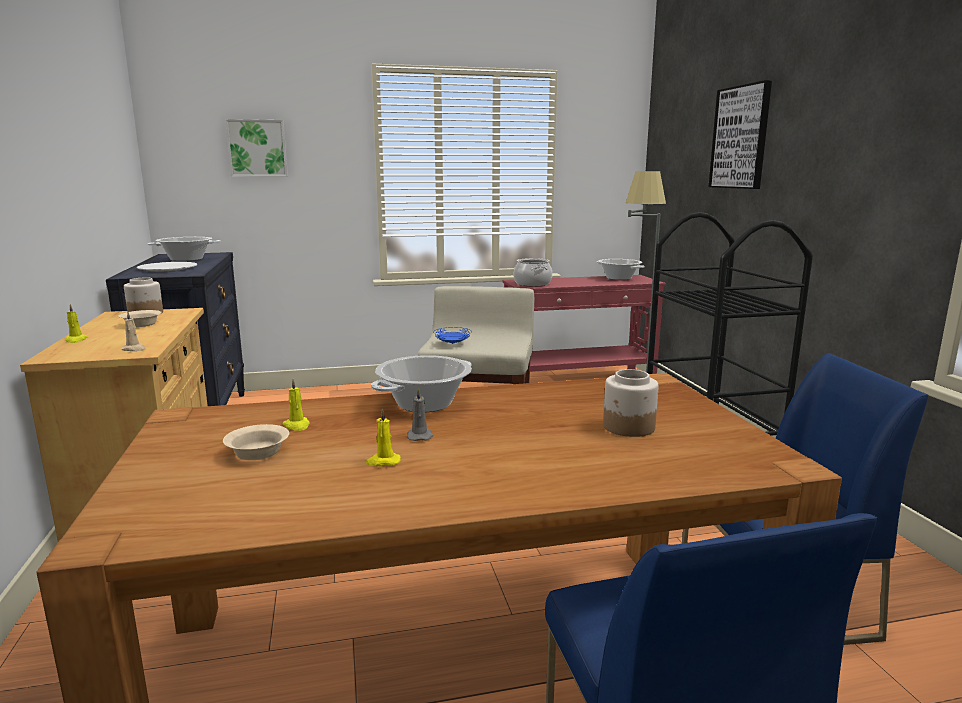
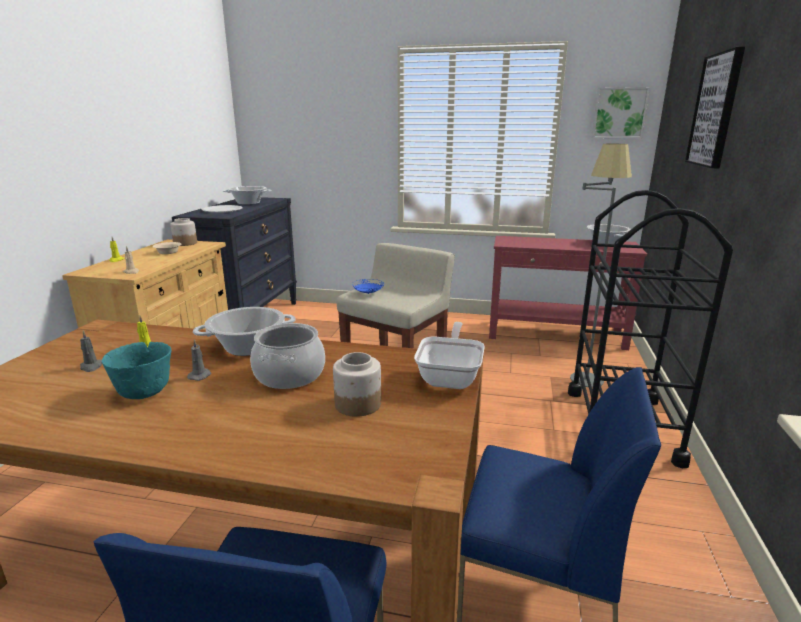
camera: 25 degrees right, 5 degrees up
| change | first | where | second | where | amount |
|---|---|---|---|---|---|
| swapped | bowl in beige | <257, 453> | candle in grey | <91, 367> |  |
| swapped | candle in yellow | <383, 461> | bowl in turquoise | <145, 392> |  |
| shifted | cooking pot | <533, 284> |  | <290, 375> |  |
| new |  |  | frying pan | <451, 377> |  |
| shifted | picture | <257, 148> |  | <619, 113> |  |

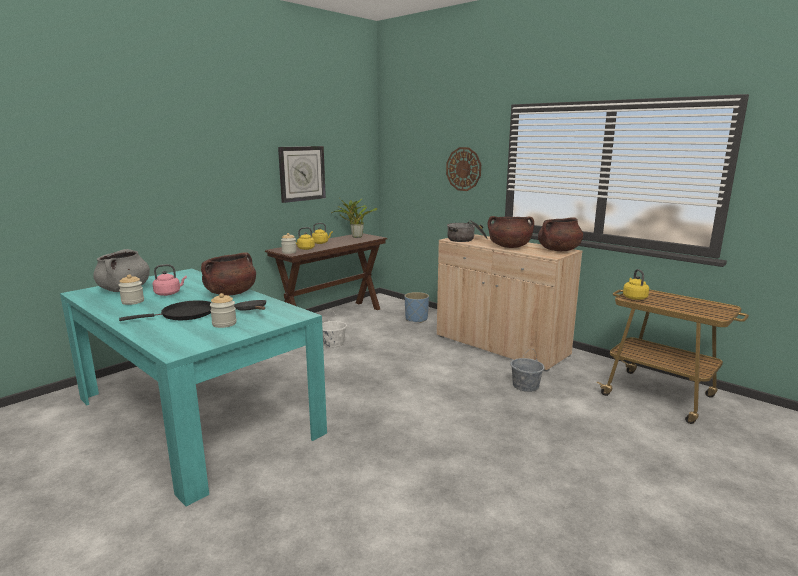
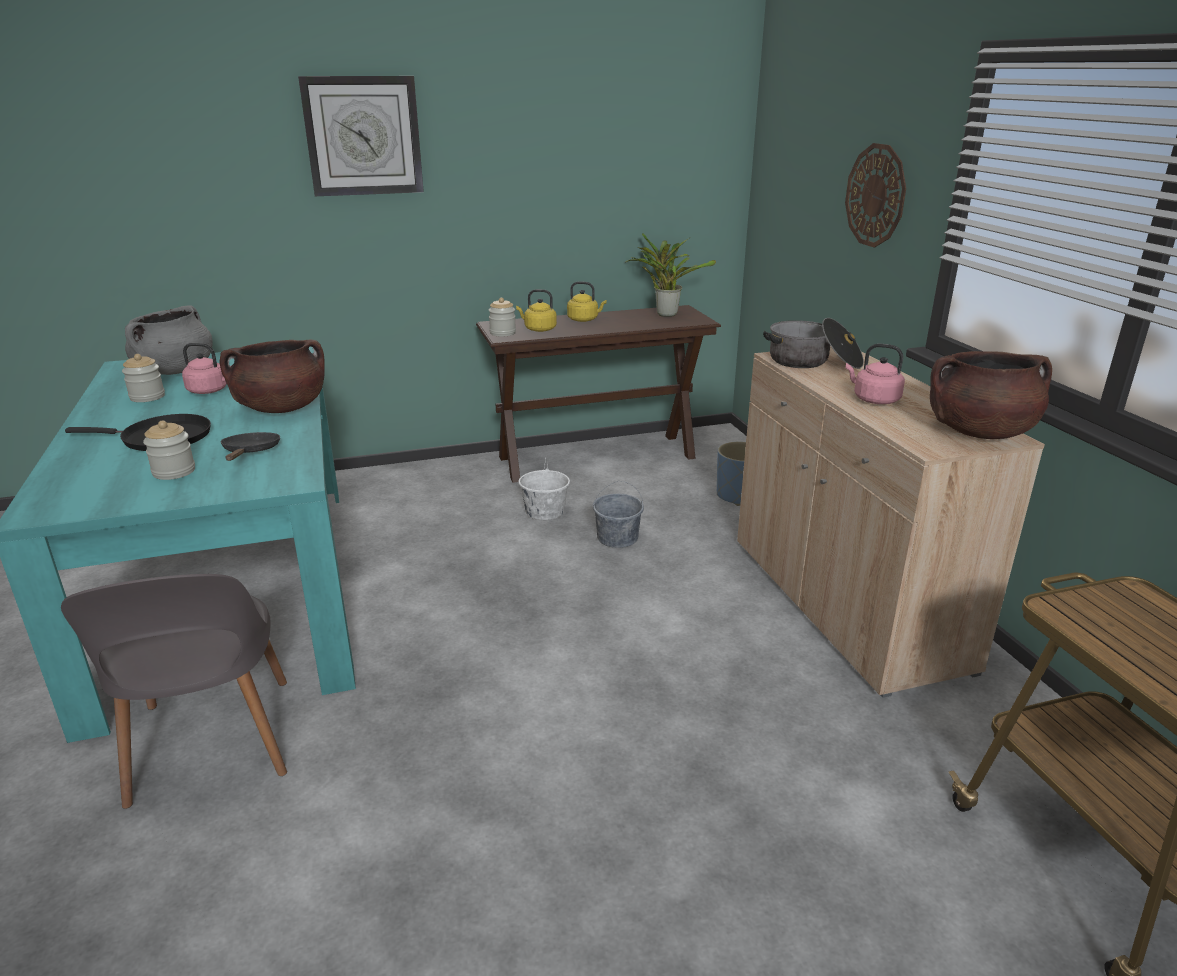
camera: 30 degrees right, 10 degrees up
| change | first | where | second | where | amount |
|---|---|---|---|---|---|
| new |  |  | chair in grey | <211, 746> |  |
| shifted | wall clock | <302, 173> |  | <363, 136> |  |
| shifted | bucket in grey | <525, 386> |  | <618, 538> |  |
| swapped | cooking pot in brown | <509, 247> | kettle in pink | <873, 399> |  |
| gone | kettle in yellow | <634, 297> |  |  |  |

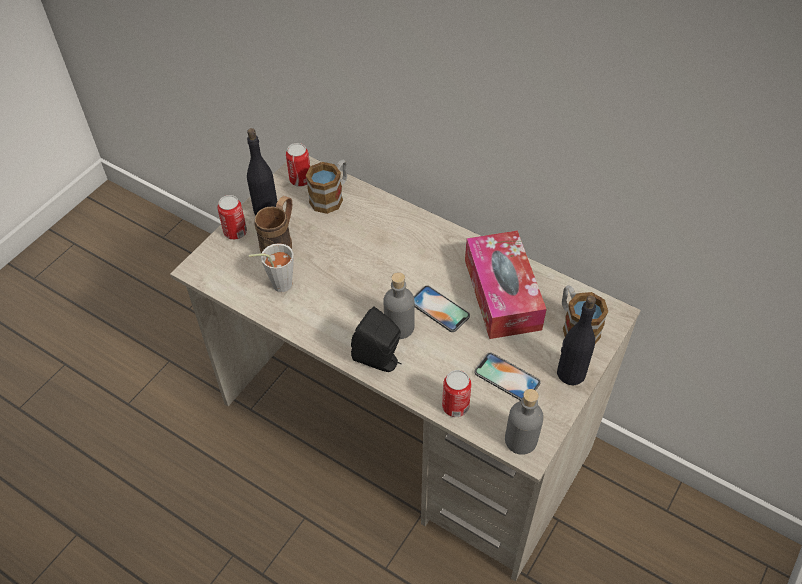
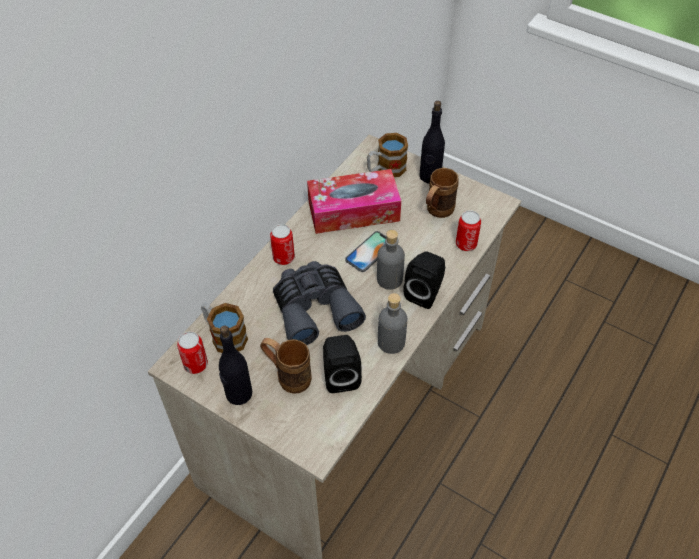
camera: 90 degrees left, 0 degrees up
| change | first | where | second | where | amount |
|---|---|---|---|---|---|
| shifted | can | <235, 232> |  | <283, 257> |  |
| new |  |  | binoculars in grey | <314, 308> |  |
| swapped | cup in grey | <277, 285> | speaker in black | <340, 375> |  |
| shifted | bottle in grey | <521, 440> |  | <391, 342> |  |
| swapped | phone | <507, 377> | mug in brown | <436, 212> |  |

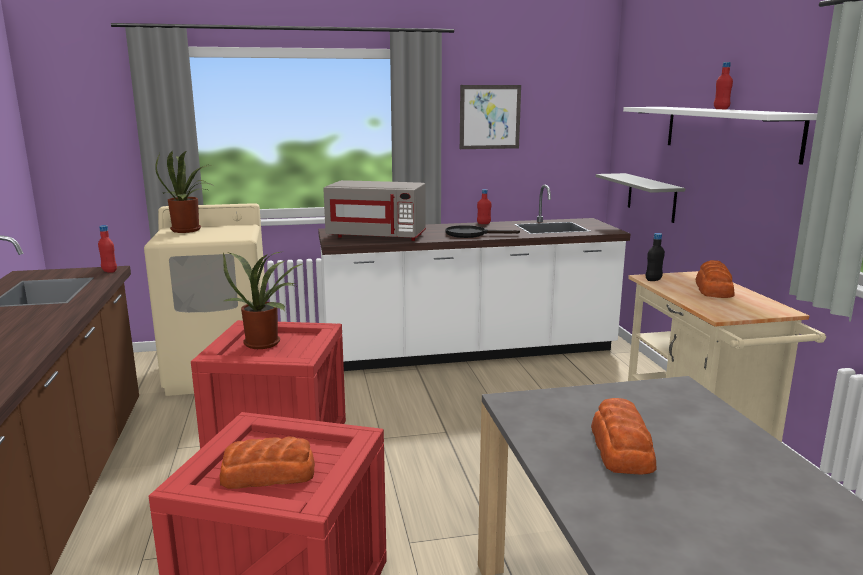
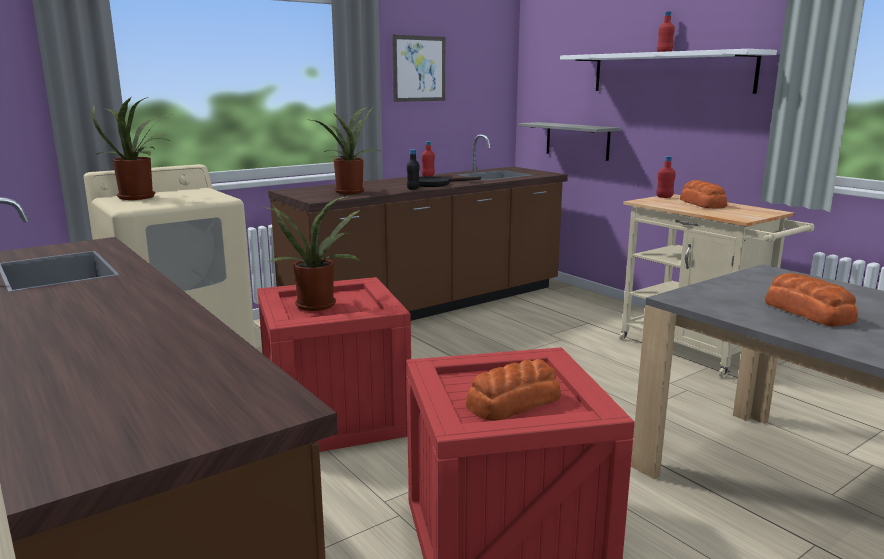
camera: 25 degrees left, 0 degrees up
| change | first | where | second | where | amount |
|---|---|---|---|---|---|
| repainted | counter in white | <469, 352> | counter in brown | <430, 306> |  |
| swapped | microwave in grey | <377, 236> | potted plant | <348, 191> |  |
| shifted | bottle in black | <653, 280> |  | <413, 189> |  |
| shifted | bottle in red | <109, 271> |  | <664, 197> |  |

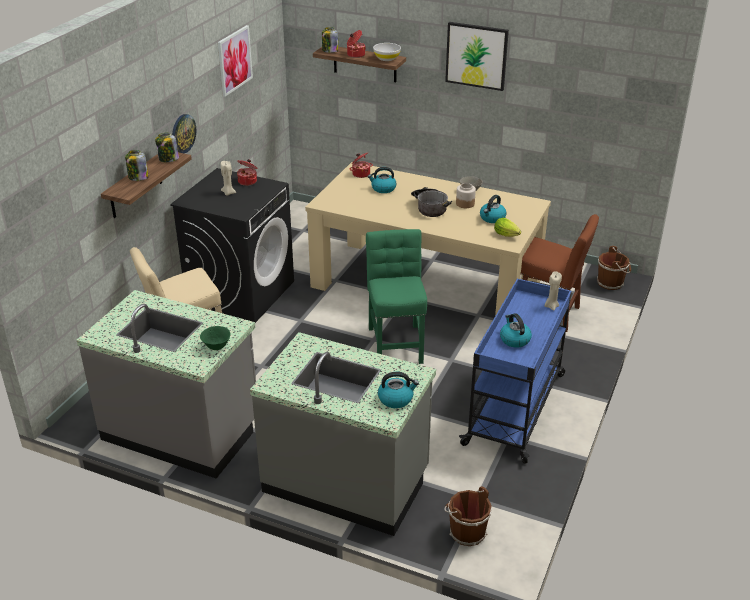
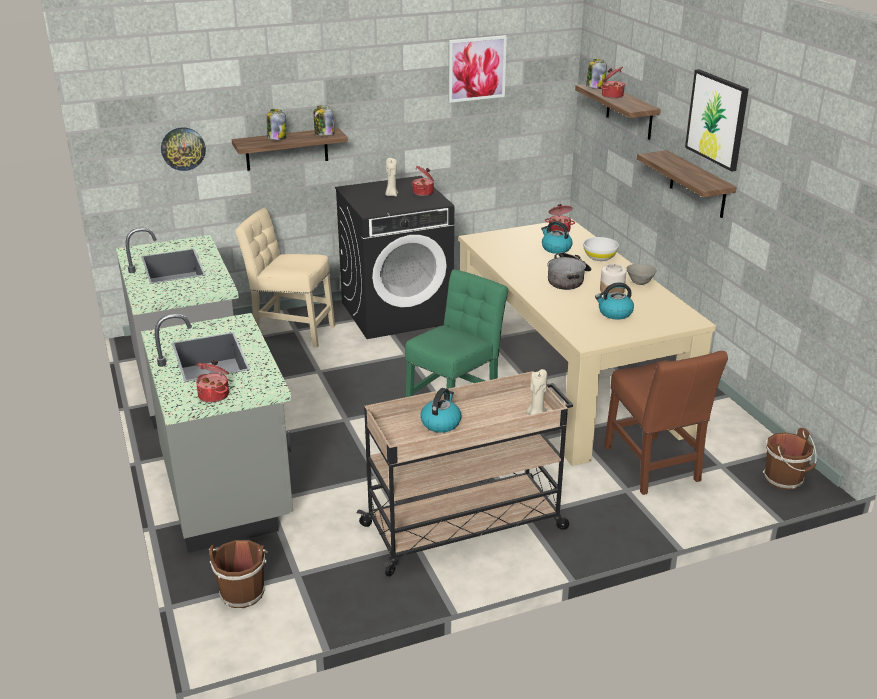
camera: 45 degrees right, 5 degrees down
| change | first | where | second | where | amount |
|---|---|---|---|---|---|
| shifted | wall clock | <183, 133> |  | <183, 148> |  |
| swapped | kettle | <396, 399> | cooking pot | <214, 395> |  |
| repainted | cart in blue | <515, 407> | cart in beige | <466, 526> |  |
| shifted | bowl in white | <386, 58> |  | <599, 257> |  |
| new |  |  | shelf | <698, 185> |  |
| gone | bowl in green | <216, 347> |  |  |  |
| gone | lettuce | <507, 235> |  |  |  |

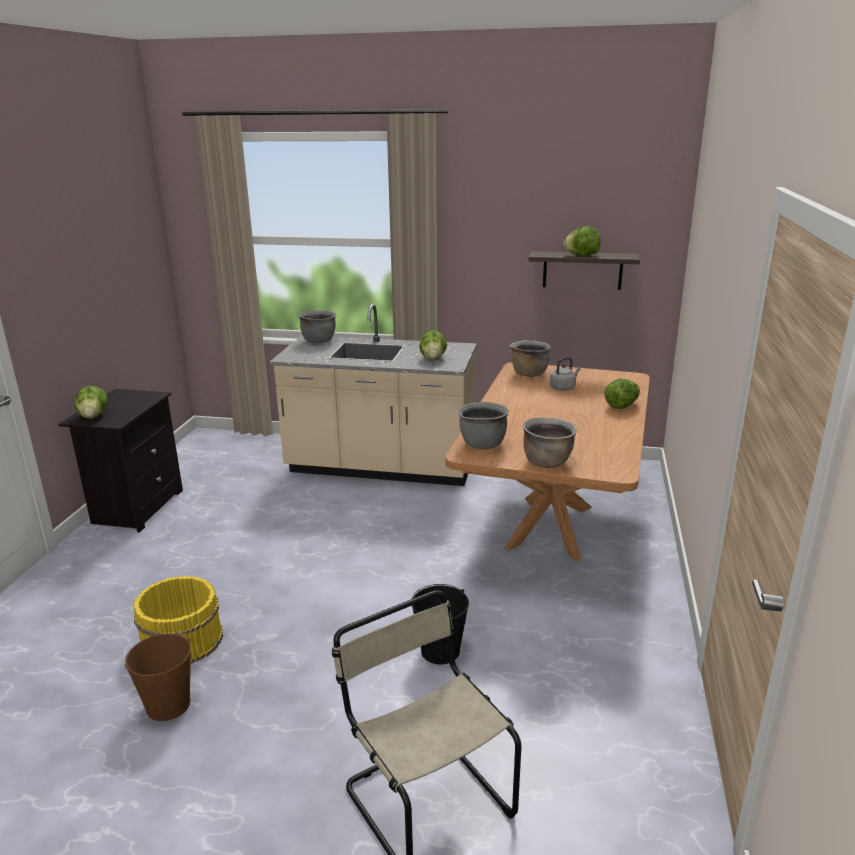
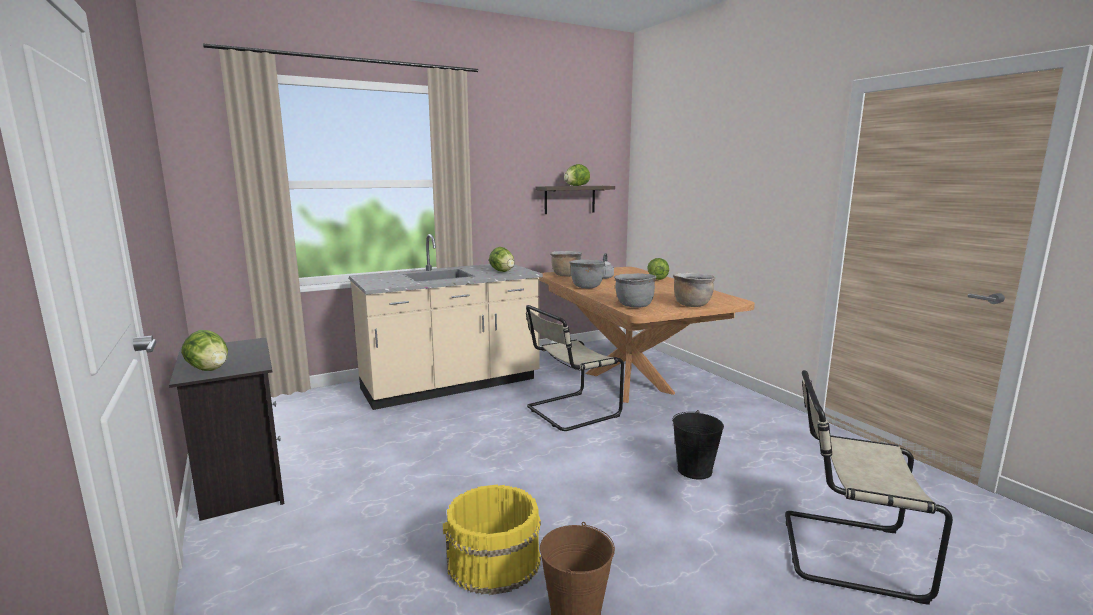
camera: 40 degrees left, 10 degrees down
| change | first | where | second | where | amount |
|---|---|---|---|---|---|
| new |  |  | chair in beige | <569, 412> |  |
| shifted | cooking pot in grey | <319, 340> |  | <586, 287> |  |

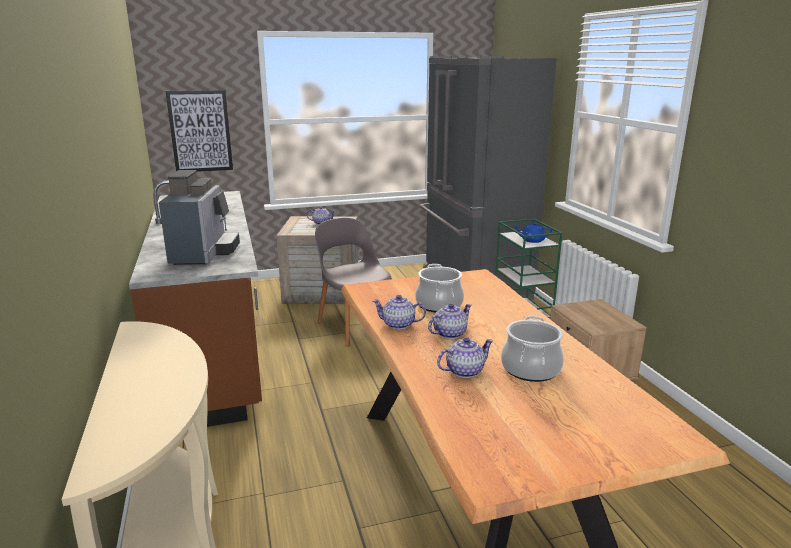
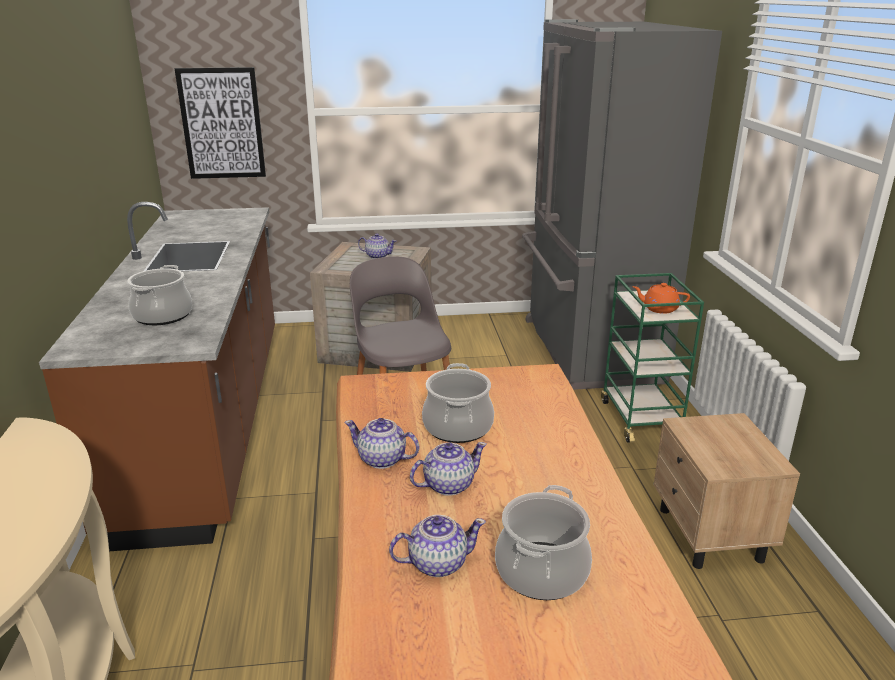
camera: 10 degrees right, 5 degrees up
| change | first | where | second | where | amount |
|---|---|---|---|---|---|
| swapped | coffee machine | <204, 253> | cooking pot | <162, 315> |  |
| repainted | teapot in blue | <532, 240> | teapot in orange | <659, 309> |  |

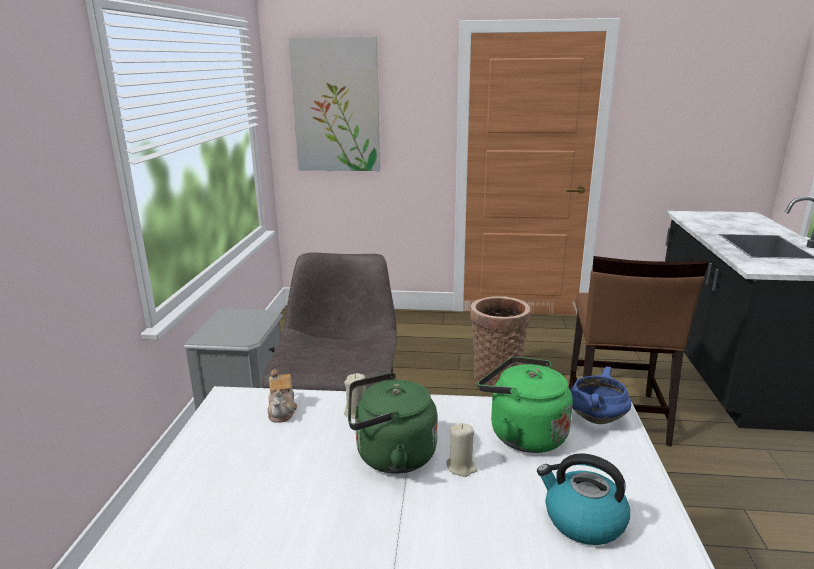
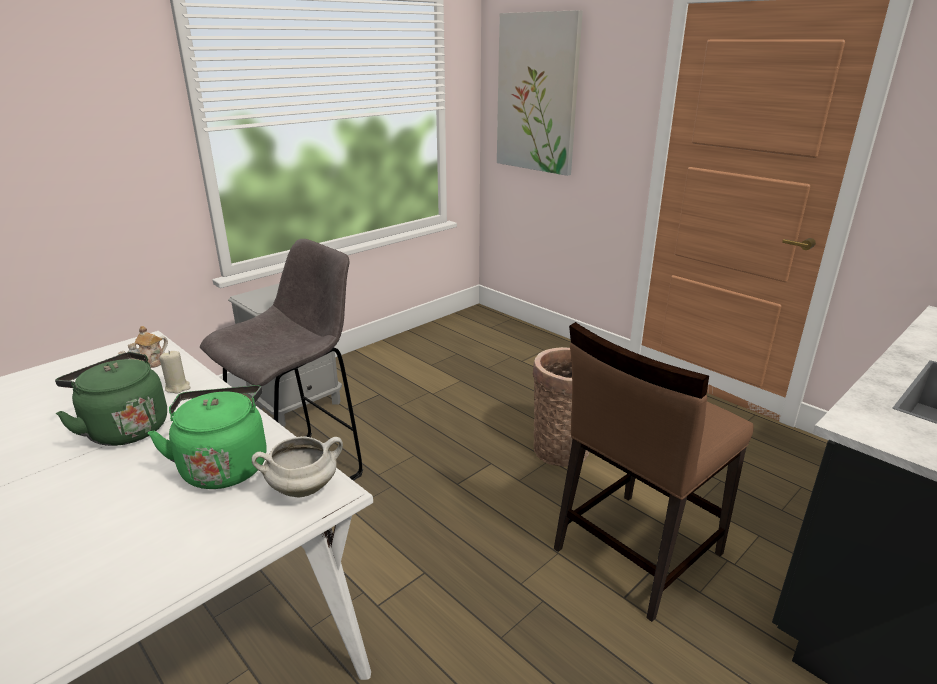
camera: 40 degrees right, 5 degrees up
| change | first | where | second | where | amount |
|---|---|---|---|---|---|
| repainted | cooking pot in blue | <596, 418> | cooking pot in white | <304, 488> |  |
| gone | candle in beige | <461, 467> |  |  |  |
| gone | kettle | <583, 520> |  |  |  |

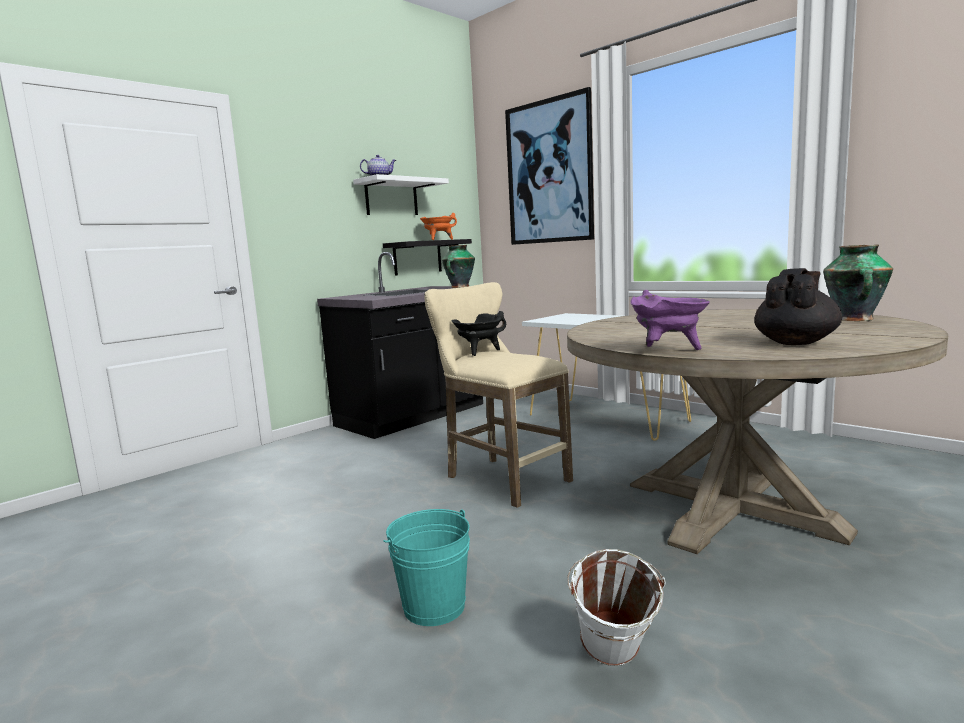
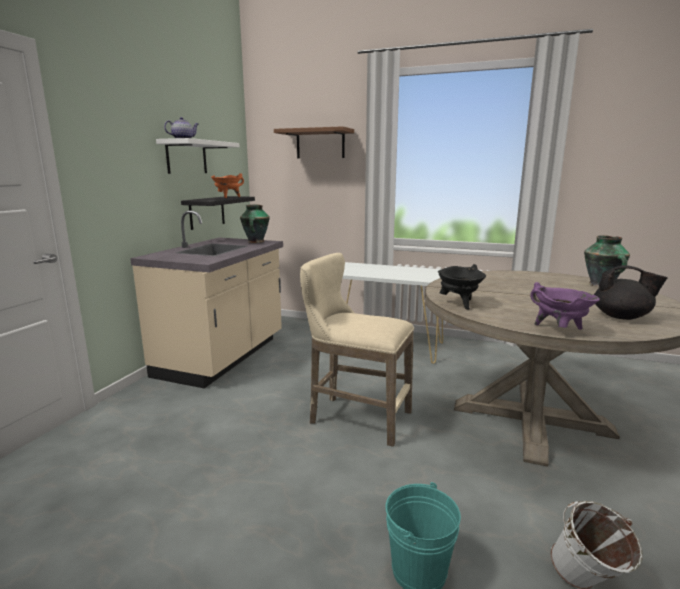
camera: 25 degrees left, 5 degrees up
| change | first | where | second | where | amount |
|---|---|---|---|---|---|
| repainted | counter in black | <416, 416> | counter in beige | <223, 357> |  |
| swapped | picture | <549, 172> | shelf in brown | <320, 144> |  |
| shifted | cooking pot in black | <479, 352> |  | <459, 304> |  |
| rotated | teapot in black | <795, 343> |  | <622, 317> | 105 degrees clockwise |

